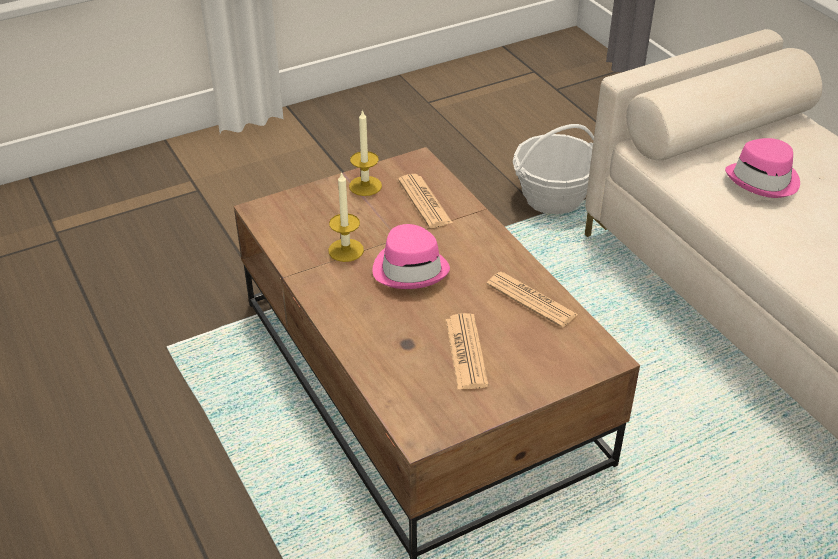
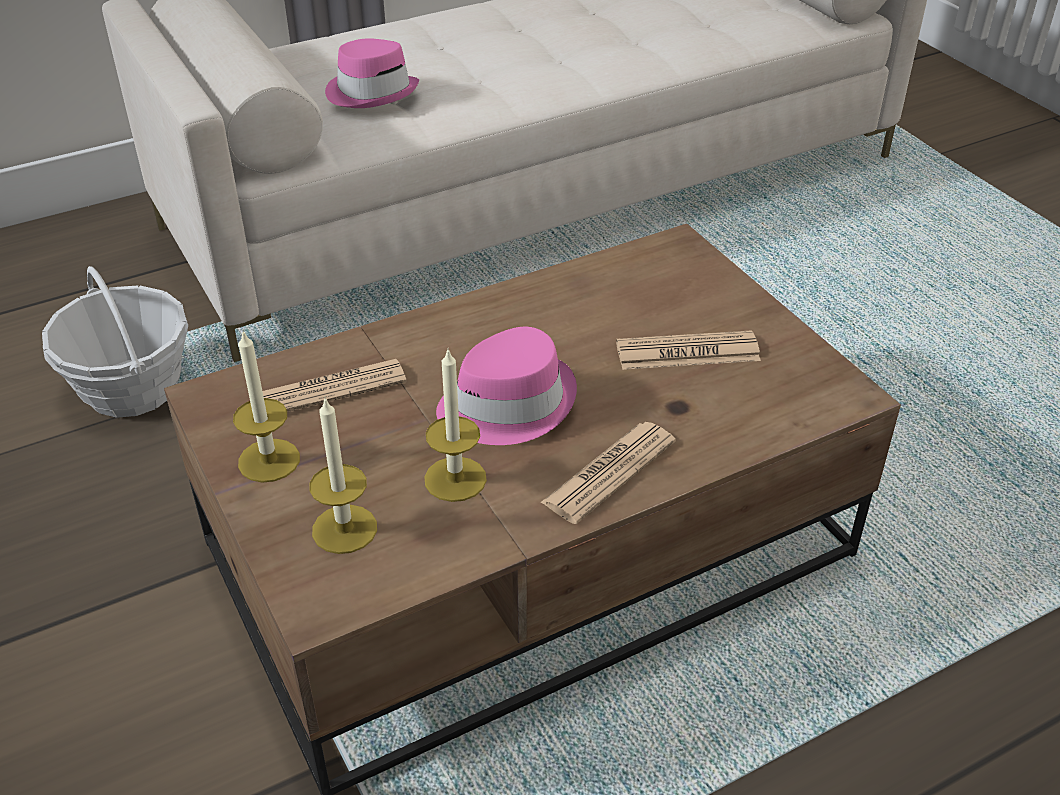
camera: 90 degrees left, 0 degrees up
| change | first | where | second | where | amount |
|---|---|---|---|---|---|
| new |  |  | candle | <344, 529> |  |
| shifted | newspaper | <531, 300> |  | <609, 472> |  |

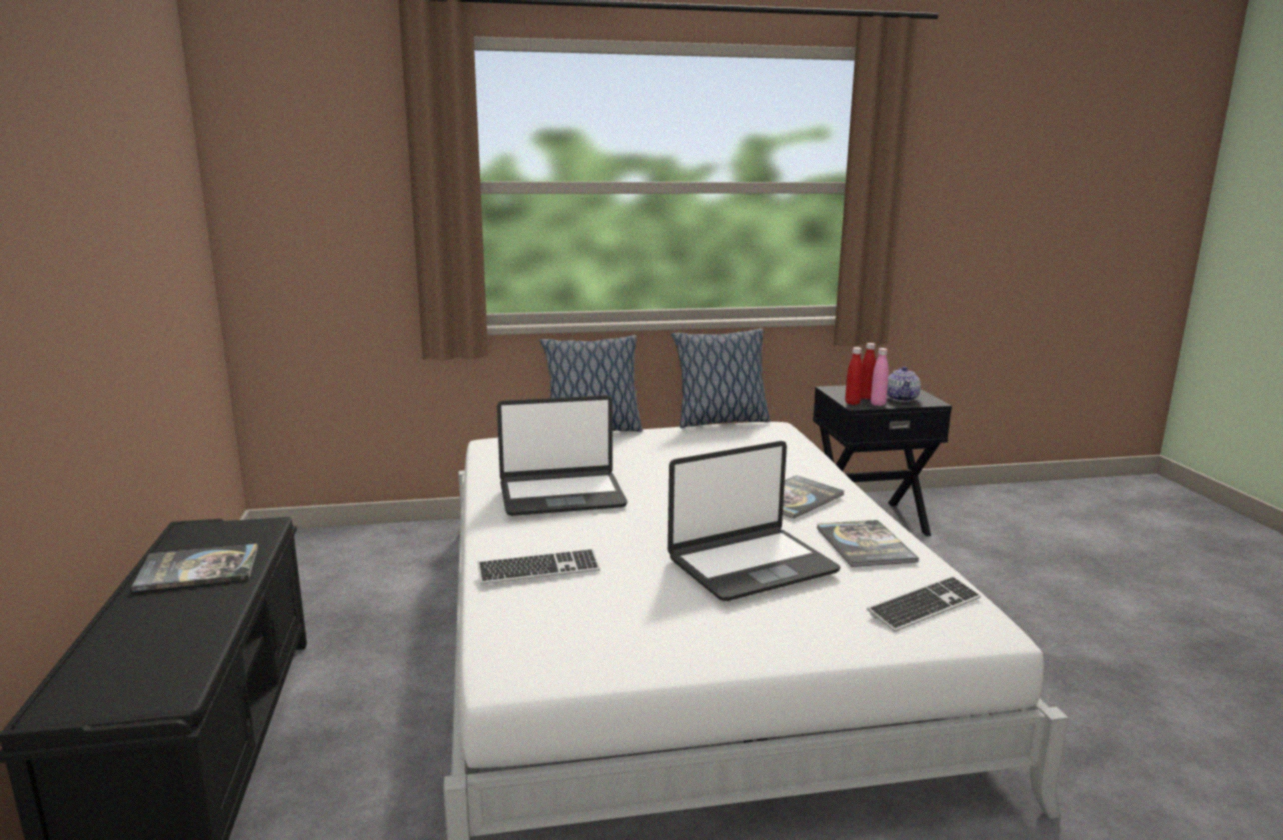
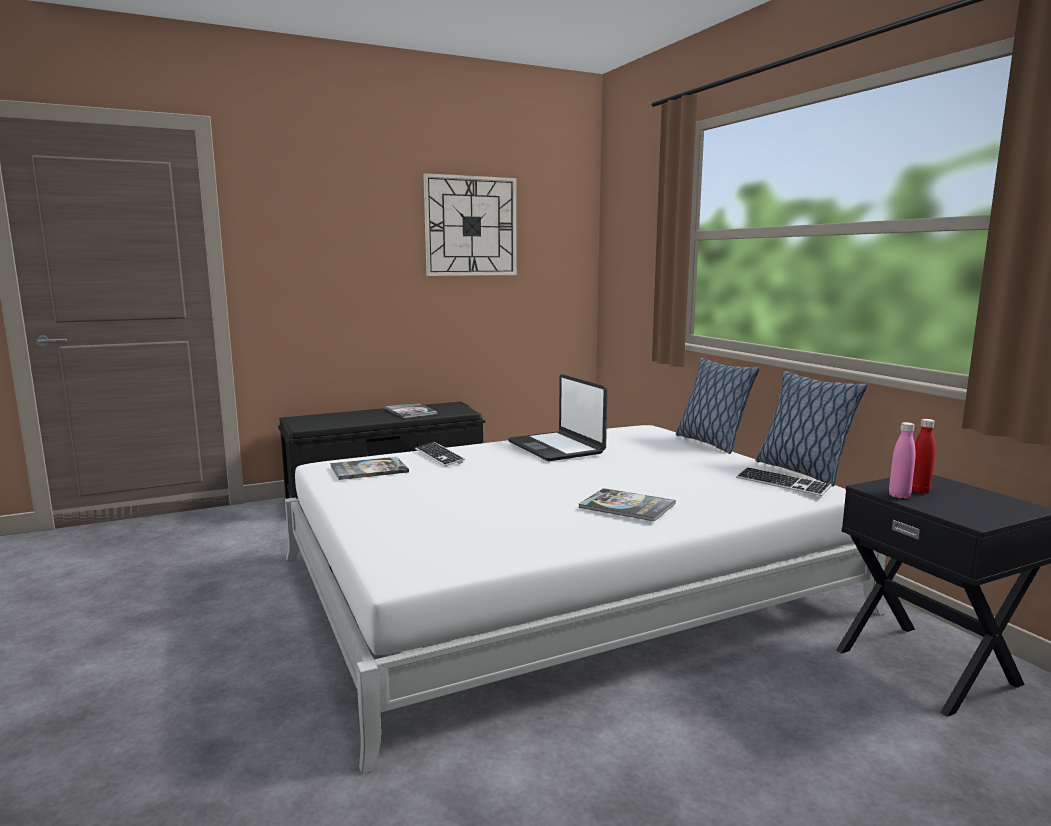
camera: 75 degrees right, 5 degrees down
| change | first | where | second | where | amount |
|---|---|---|---|---|---|
| shifted | book | <865, 545> |  | <369, 469> |  |
| new |  |  | wall clock | <471, 226> |  |
| shifted | keyboard | <924, 606> |  | <782, 484> |  |
| gone | laptop | <750, 565> |  |  |  |
| gone | bottle in red | <852, 403> |  |  |  |
| gone | teapot | <902, 398> |  |  |  |

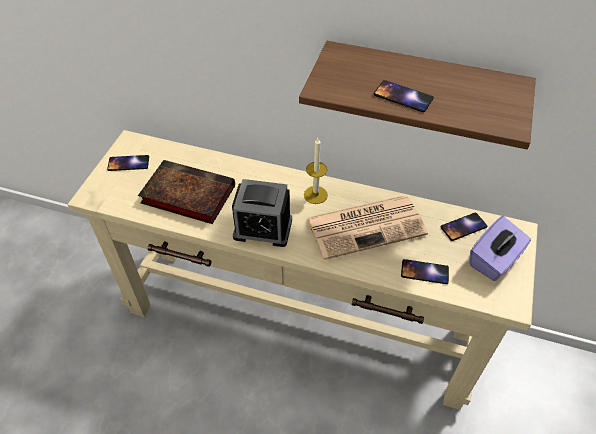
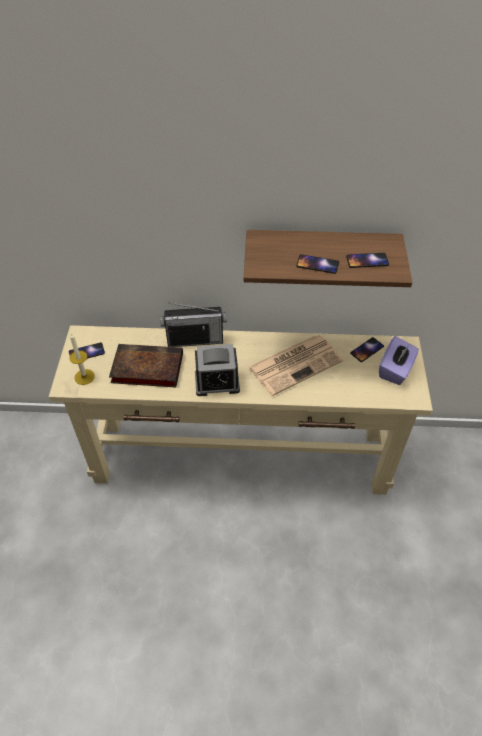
camera: 15 degrees left, 0 degrees up
| change | first | where | second | where | amount |
|---|---|---|---|---|---|
| shifted | candle | <315, 195> |  | <84, 377> |  |
| new |  |  | radio | <195, 340> |  |
| shifted | phone | <424, 272> |  | <367, 261> |  |

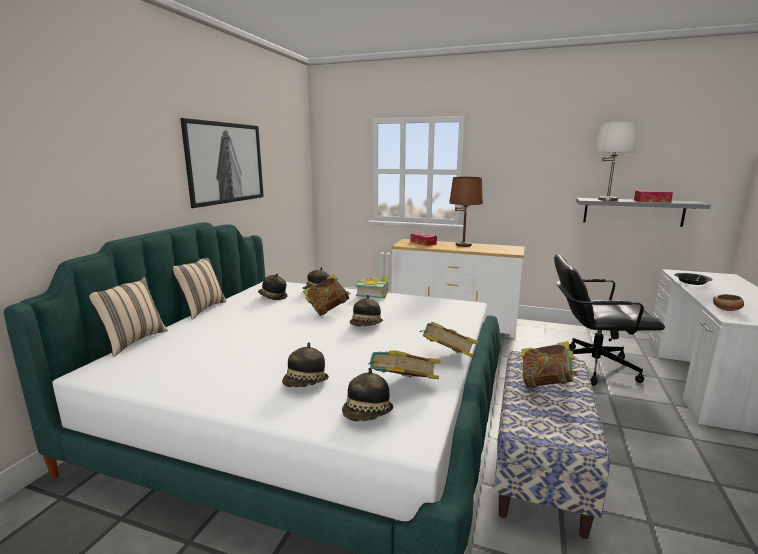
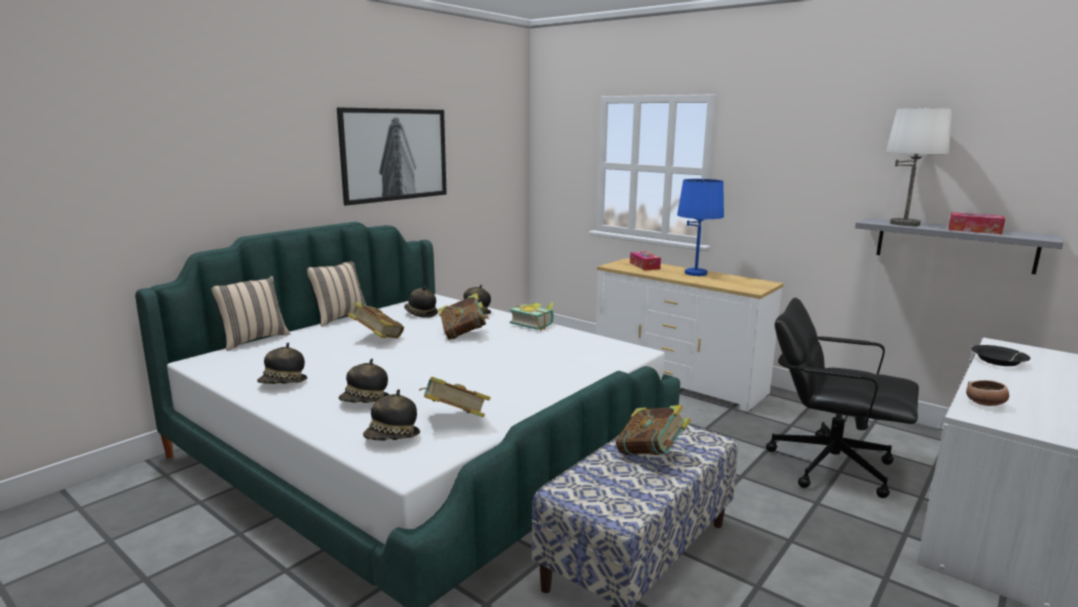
camera: 20 degrees right, 0 degrees up
| change | first | where | second | where | amount |
|---|---|---|---|---|---|
| shifted | hat | <366, 326> |  | <283, 383> |  |
| shifted | book | <446, 358> |  | <377, 339> |  |
| repainted | table lamp in brown | <463, 245> | table lamp in blue | <696, 273> |  |

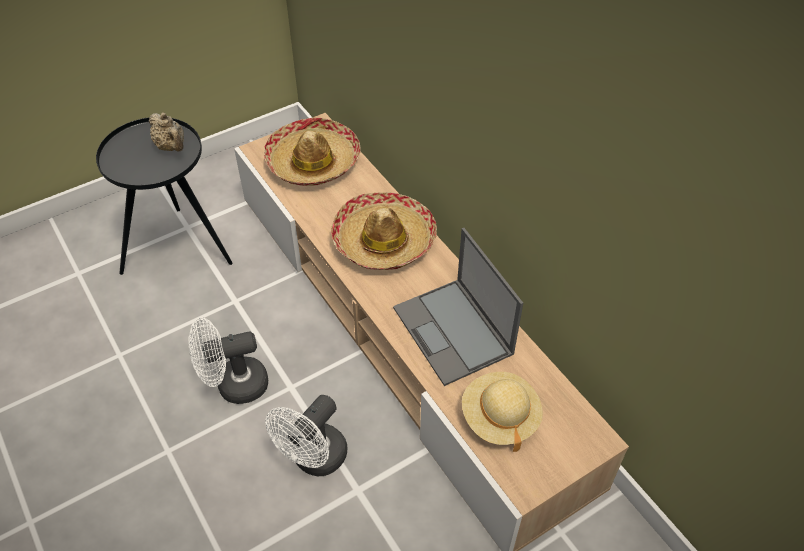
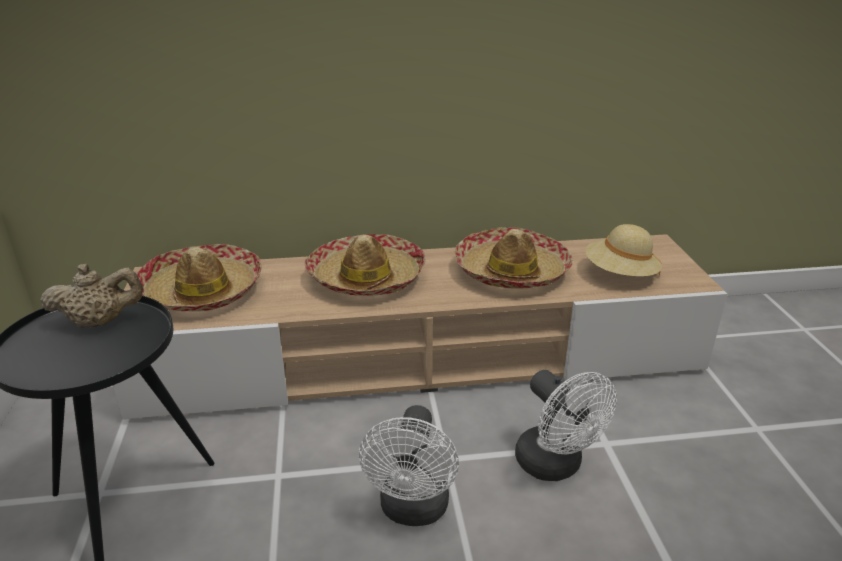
camera: 65 degrees left, 20 degrees down
| change | first | where | second | where | amount |
|---|---|---|---|---|---|
| swapped | laptop | <453, 332> | hat | <512, 271> |  |

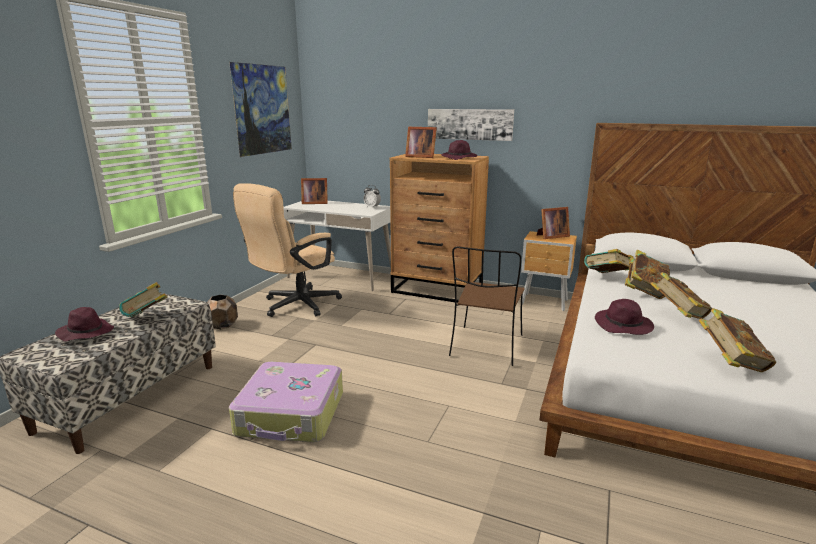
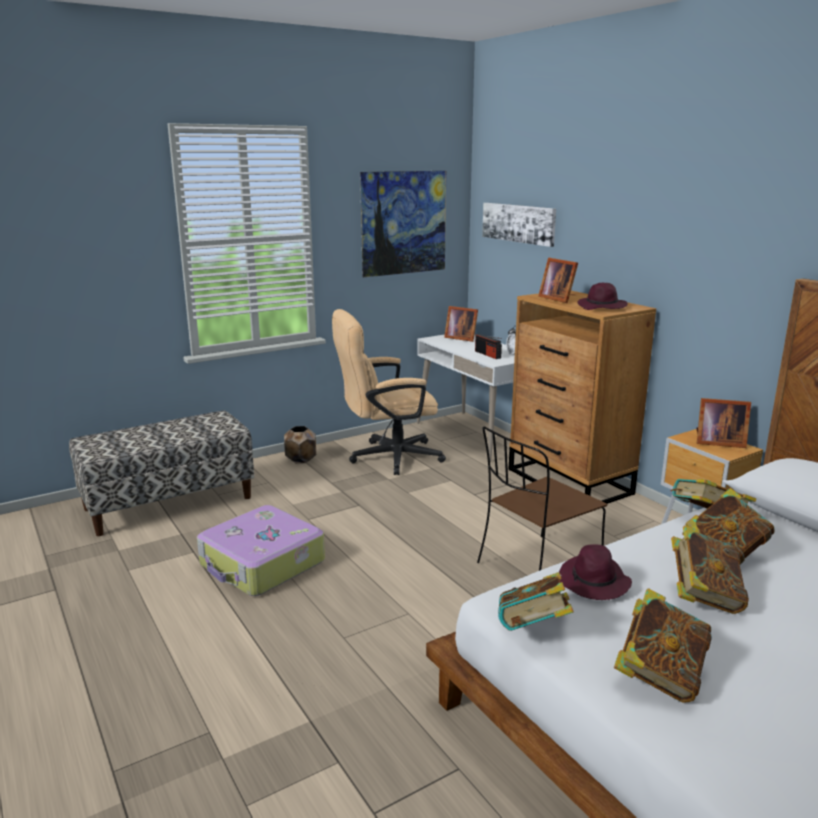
camera: 35 degrees right, 0 degrees up
| change | first | where | second | where | amount |
|---|---|---|---|---|---|
| new |  |  | radio | <487, 354> |  |
| shifted | picture | <469, 124> |  | <518, 223> |  |
| shifted | book | <148, 319> |  | <533, 631> |  |
| gone | hat in purple | <85, 333> |  |  |  |

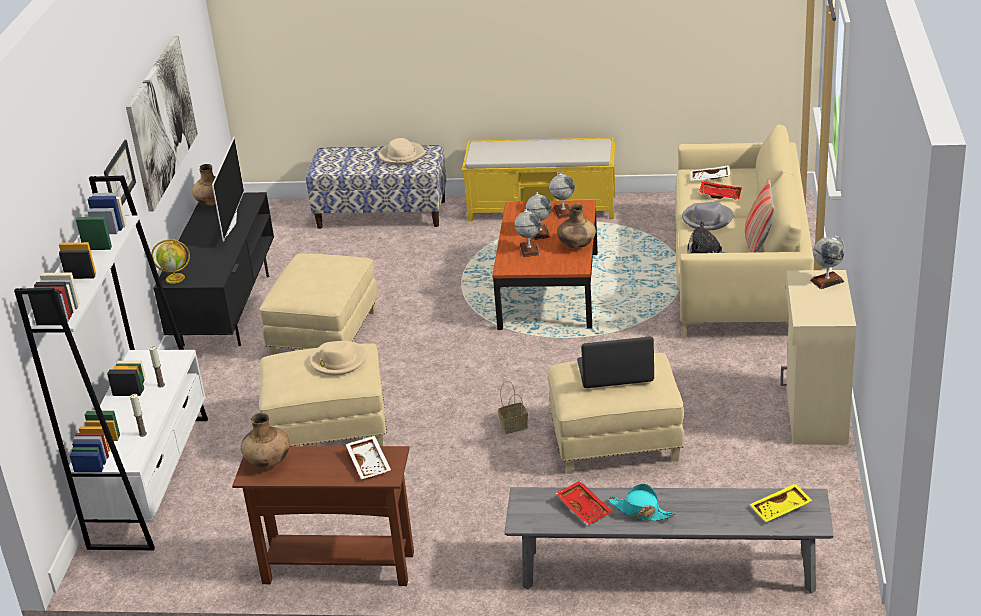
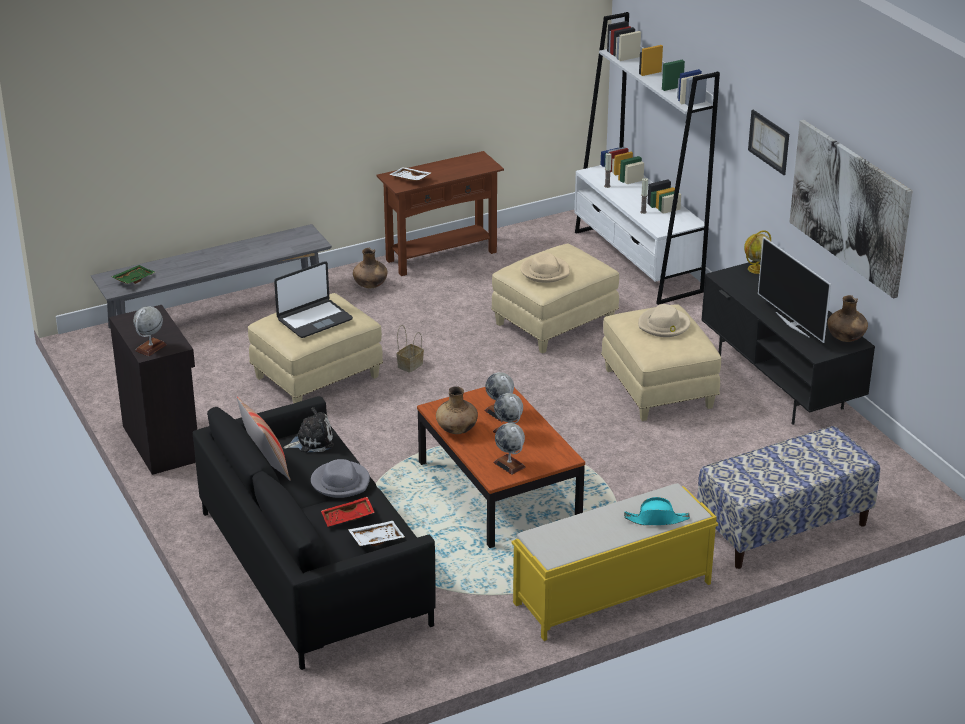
camera: 145 degrees right, 0 degrees up
| change | first | where | second | where | amount |
|---|---|---|---|---|---|
| repainted | cabinet in beige | <814, 414> | cabinet in black | <162, 442> |  |
| repainted | tray in yellow | <781, 509> | tray in green | <133, 279> |  |
| repainted | sofa in beige | <738, 274> | sofa in black | <314, 567> |  |
| shifted | vase in brown | <268, 461> |  | <370, 286> |  |
| shifted | hat in turquoise | <640, 511> |  | <656, 519> |  |
| shifted | hat in beige | <401, 155> |  | <664, 325> |  |
| gone | tray in red | <585, 508> |  |  |  |

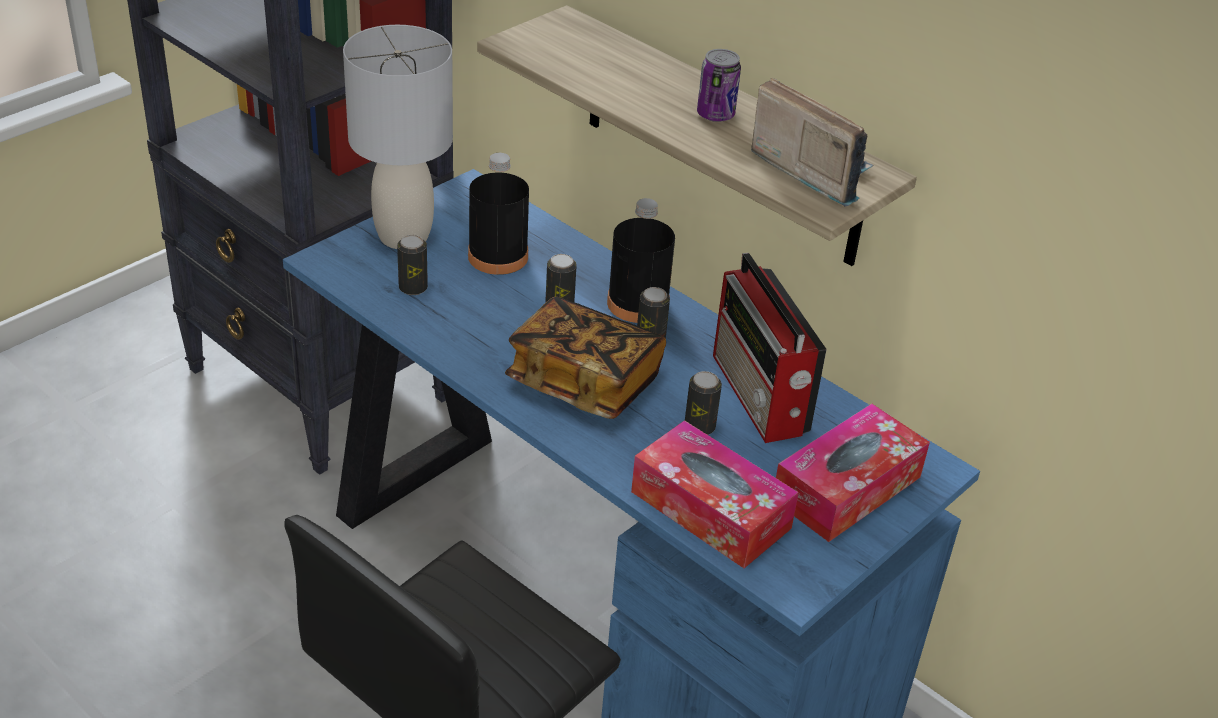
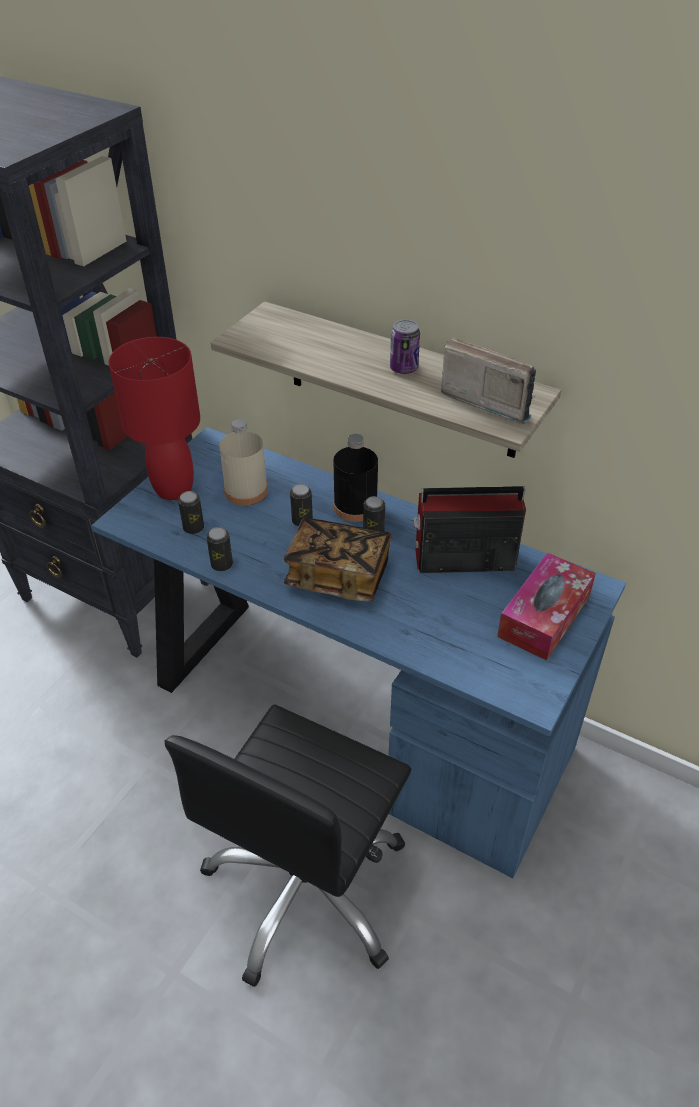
camera: 10 degrees left, 5 degrees up
| change | first | where | second | where | amount |
|---|---|---|---|---|---|
| repainted | table lamp in grey | <403, 236> | table lamp in red | <173, 489> |  |
| shifted | can | <699, 427> |  | <222, 565> |  |
| repainted | bottle in black | <498, 256> | bottle in beige | <246, 491> |  |
| rotated | radio | <760, 396> |  | <462, 559> | 120 degrees clockwise |
| gone | tissue box | <710, 510> |  |  |  |

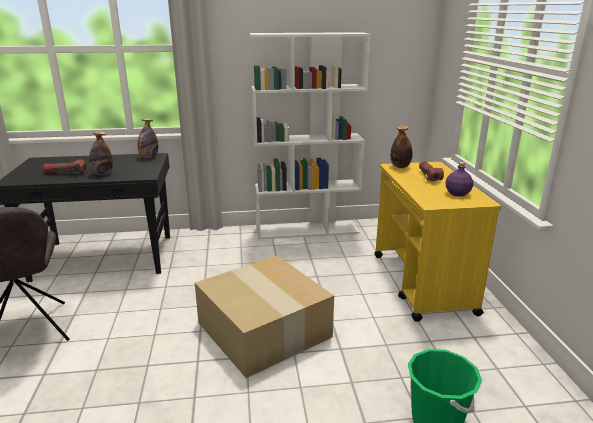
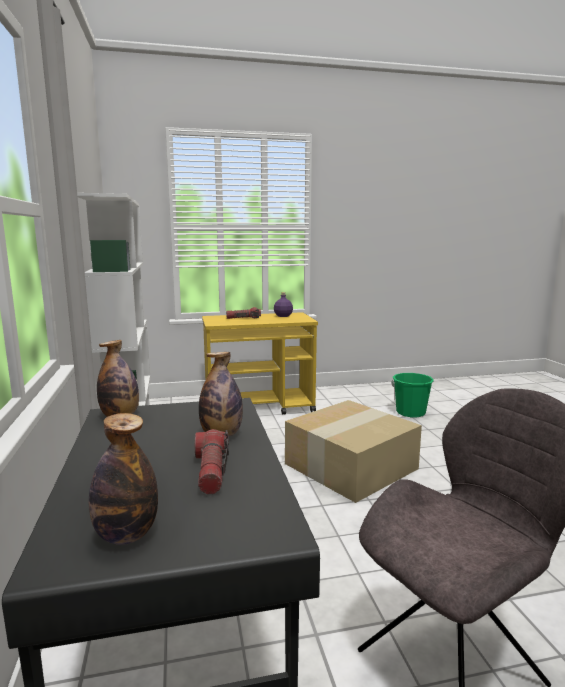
camera: 95 degrees left, 10 degrees down
| change | first | where | second | where | amount |
|---|---|---|---|---|---|
| shifted | bottle | <400, 166> |  | <126, 535> |  |

